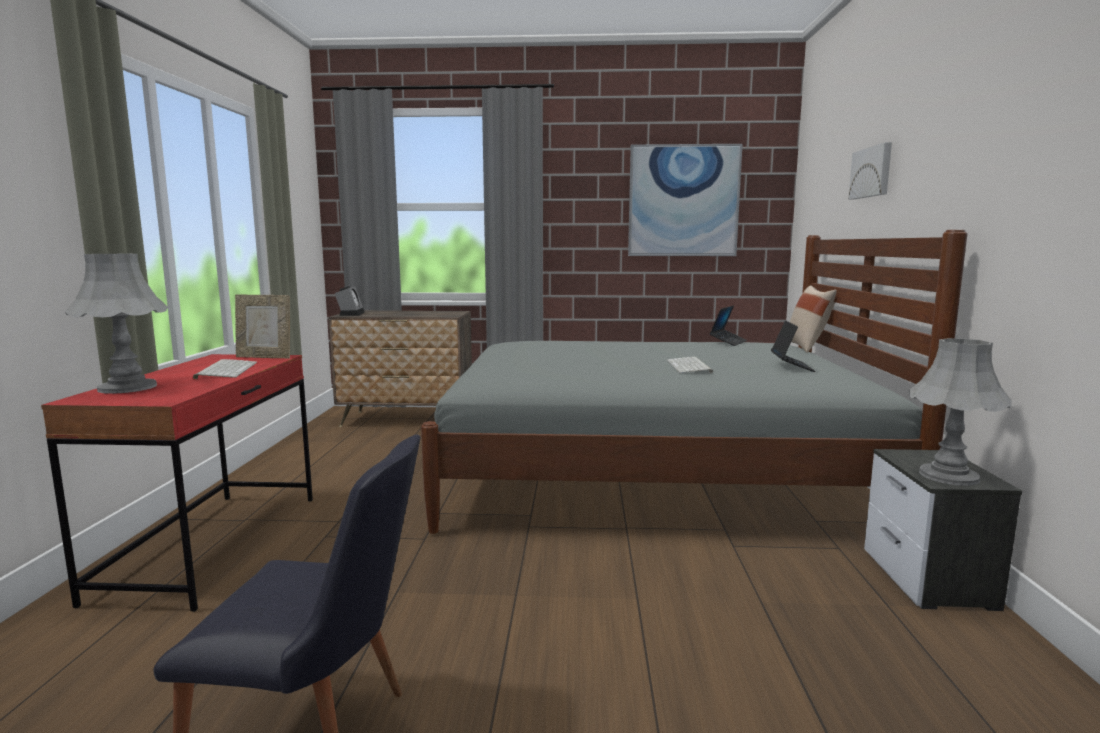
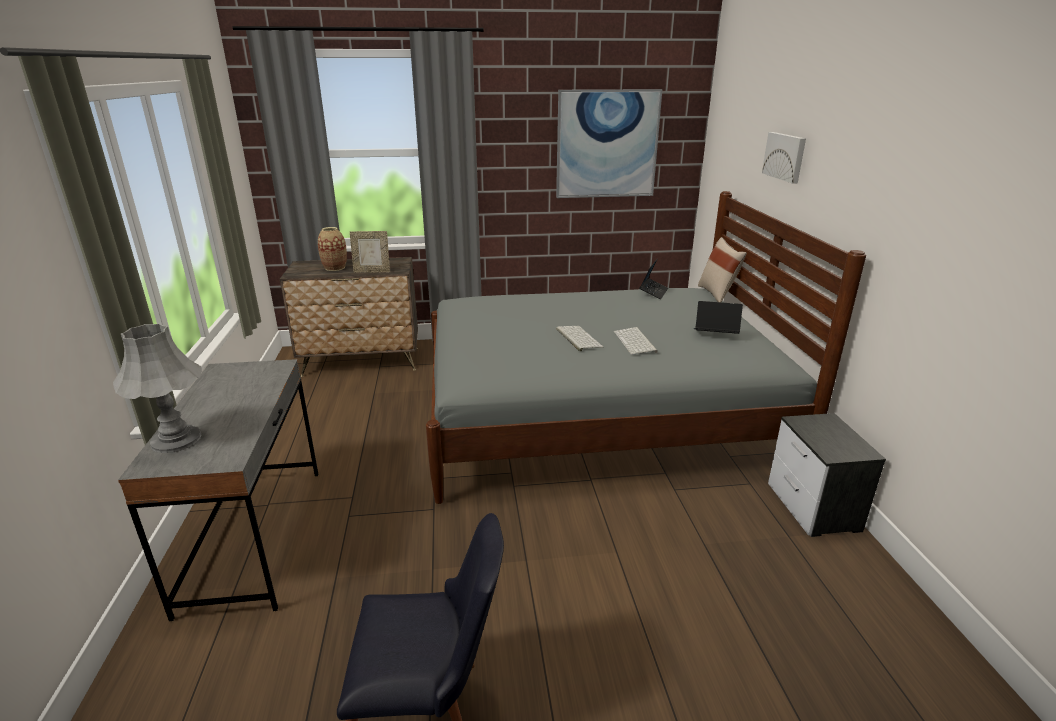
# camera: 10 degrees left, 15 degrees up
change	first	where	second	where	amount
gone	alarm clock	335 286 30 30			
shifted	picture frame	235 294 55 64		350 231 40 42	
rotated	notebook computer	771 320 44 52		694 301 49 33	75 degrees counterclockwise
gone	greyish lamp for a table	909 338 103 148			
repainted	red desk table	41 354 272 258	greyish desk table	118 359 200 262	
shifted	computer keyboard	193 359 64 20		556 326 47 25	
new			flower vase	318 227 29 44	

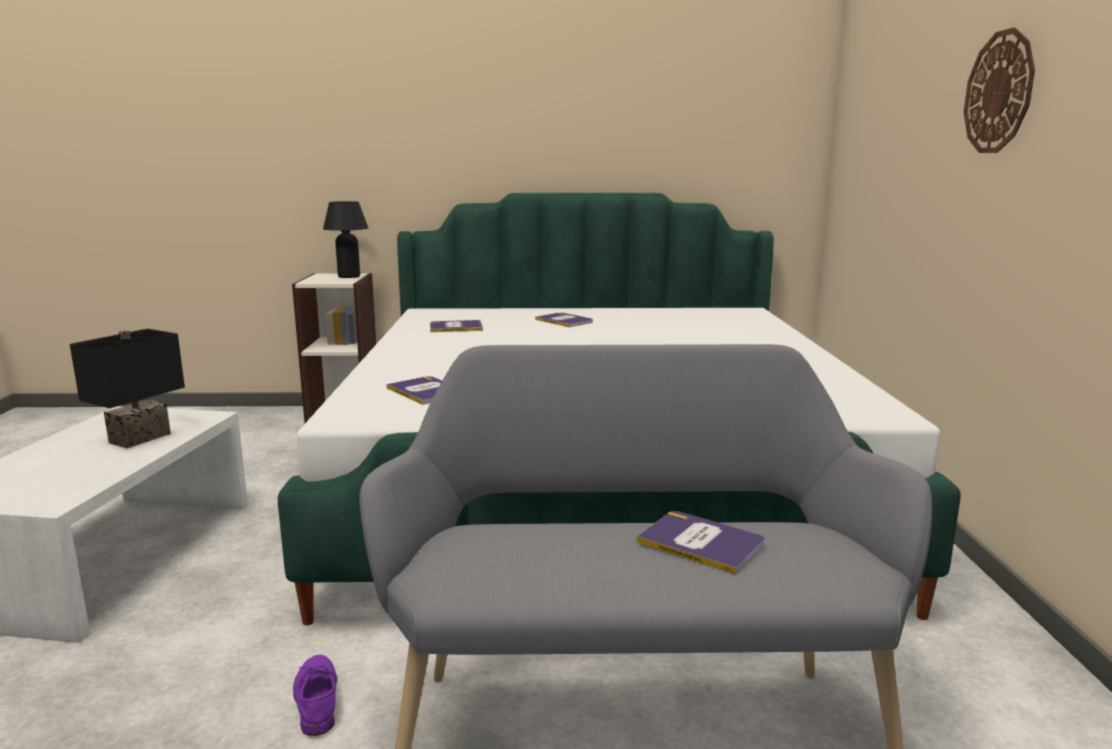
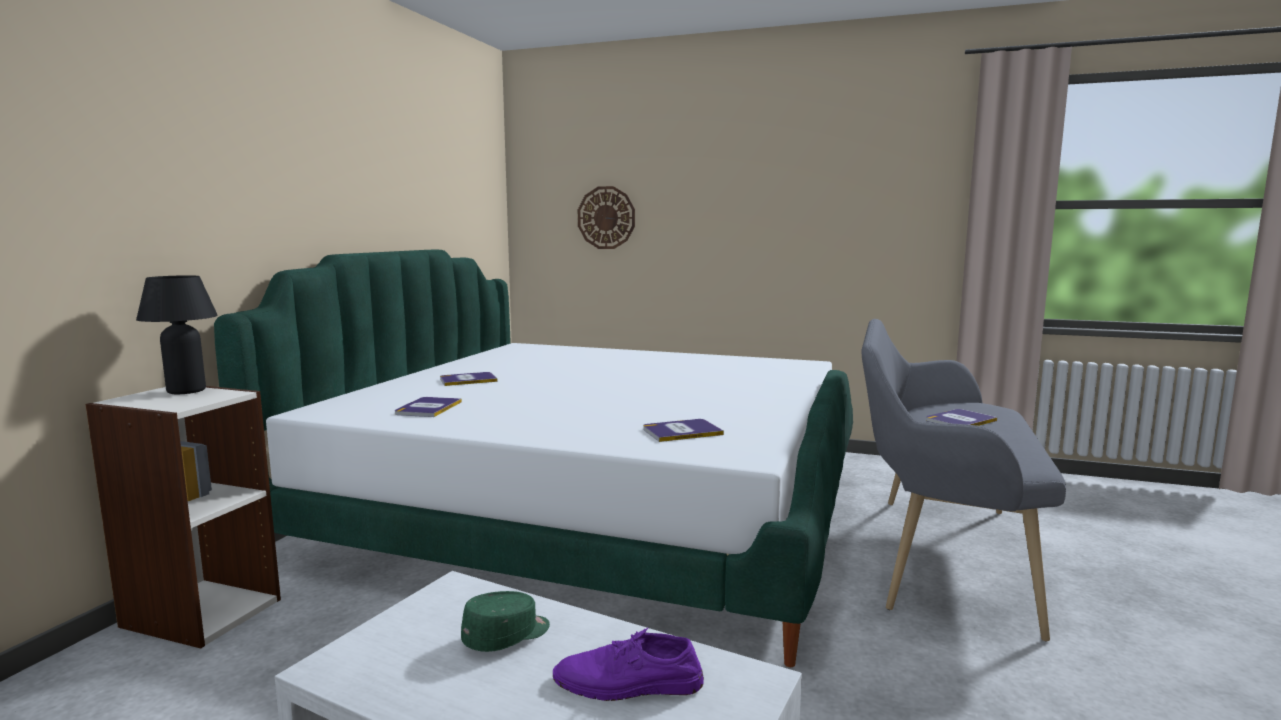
# camera: 70 degrees left, 5 degrees down
change	first	where	second	where	amount
shifted	wall clock	964 27 71 126		578 186 57 63	
swapped	blackish lamp for a table	70 329 115 119	greenish peaked cap	461 591 89 61	
shifted	purple item of footwear	293 655 44 81		553 628 151 73	

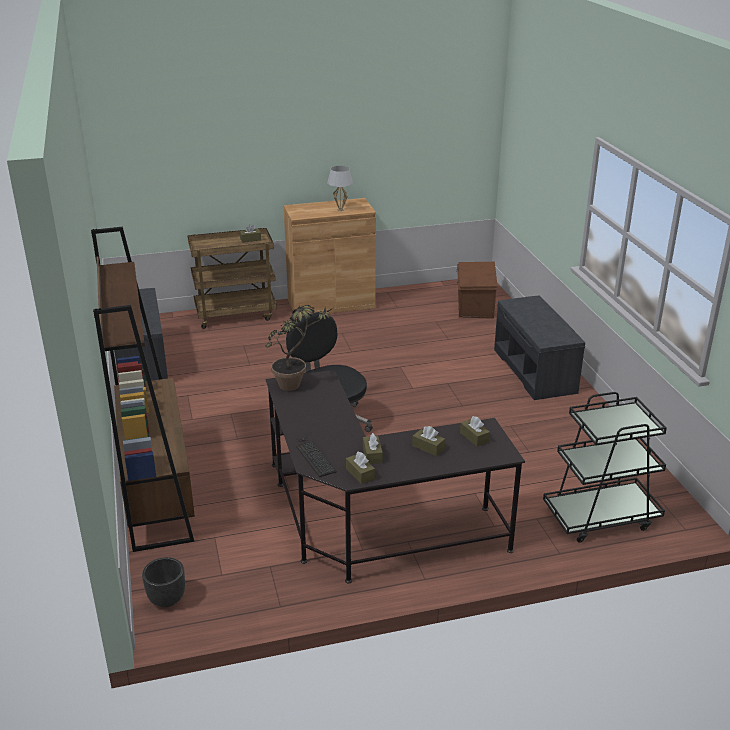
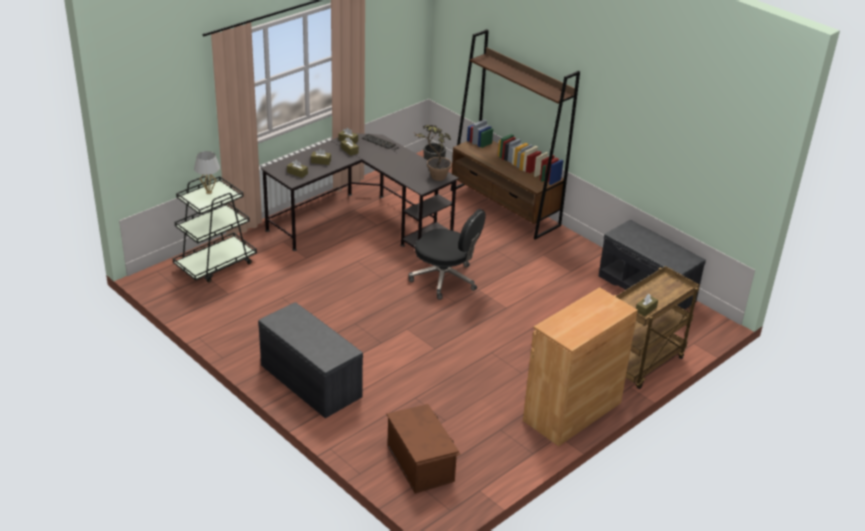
# camera: 150 degrees right, 5 degrees up
change	first	where	second	where	amount
shifted	whitish lamp for a table	327 166 26 45		194 151 26 43	

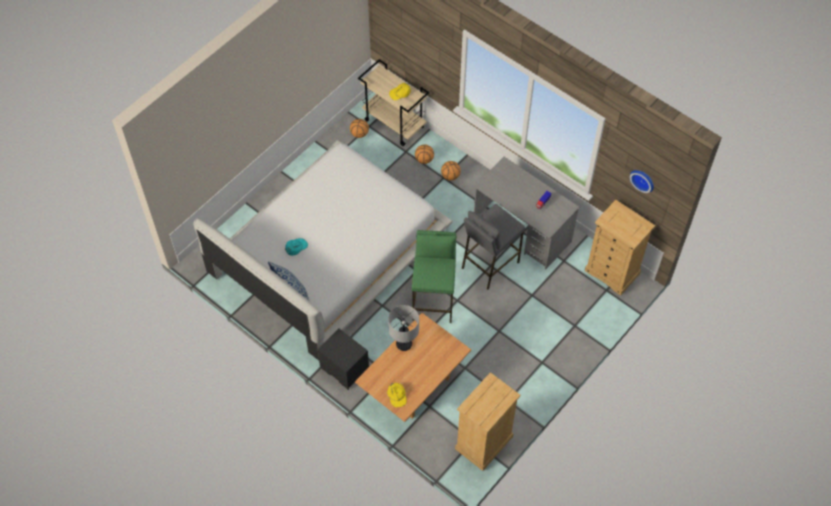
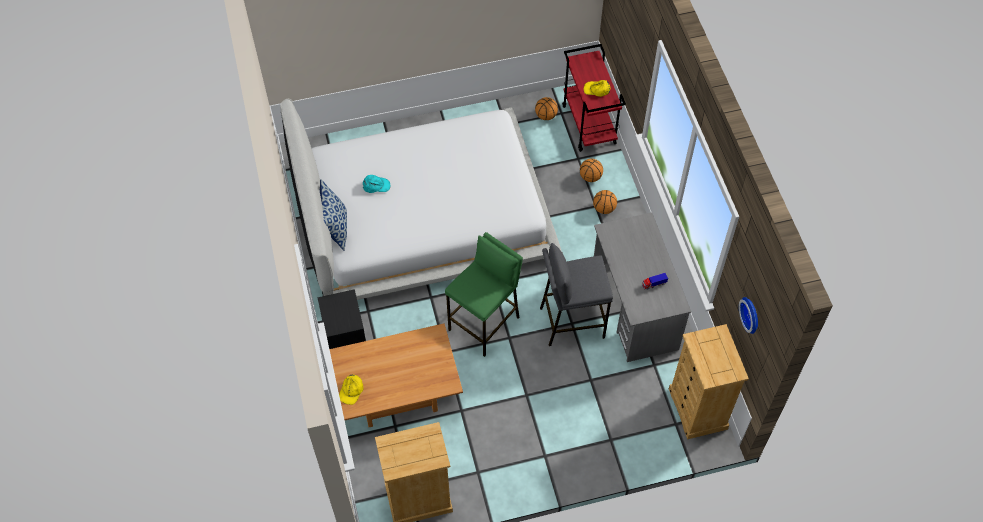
# camera: 35 degrees right, 0 degrees up
change	first	where	second	where	amount
repainted	beige-coloured wheeled cart	358 59 71 87	red wheeled cart	562 44 64 108	
gone	lamp for a table	388 305 31 46			

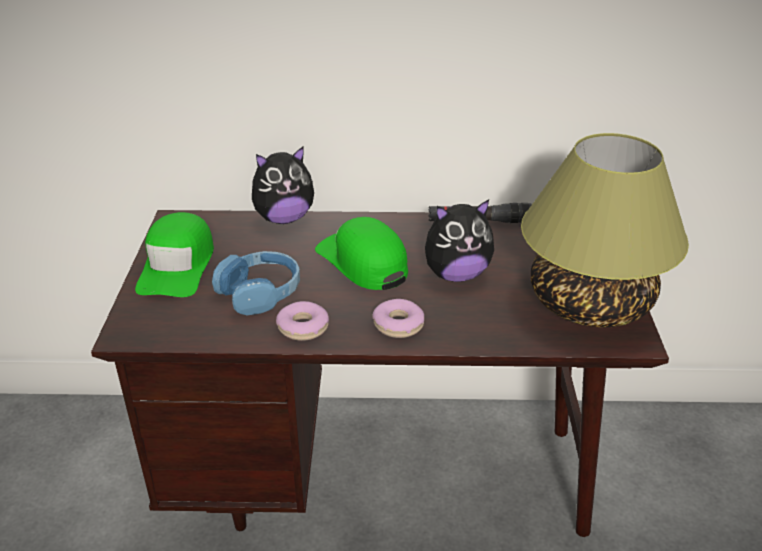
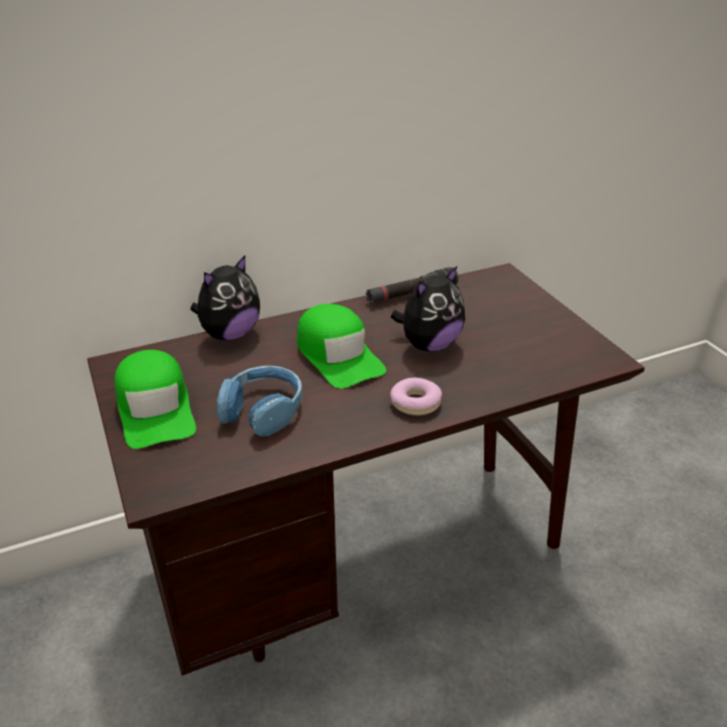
# camera: 25 degrees left, 0 degrees up
change	first	where	second	where	amount
gone	lamp for a table	521 133 168 195			
rotated	greenish peaked cap	315 217 93 73		297 304 89 85	150 degrees counterclockwise
gone	doughnut	276 301 53 40			

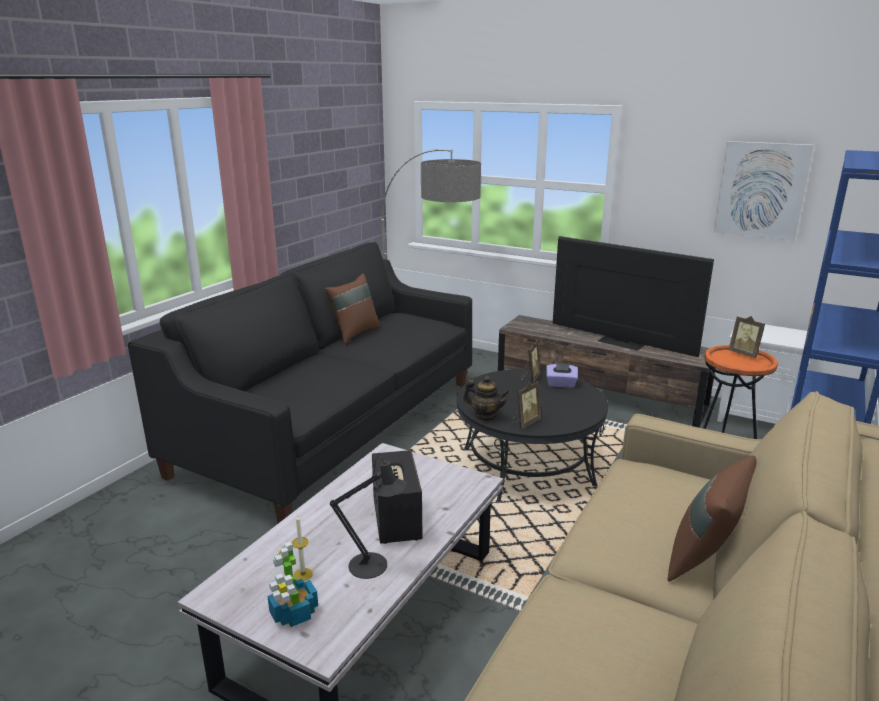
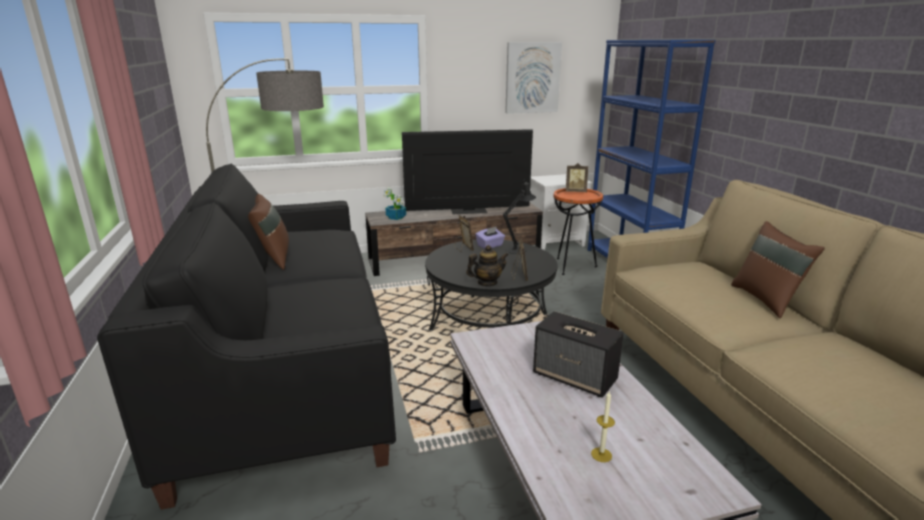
# camera: 45 degrees left, 0 degrees up
change	first	where	second	where	amount
shifted	blackish lamp for a table	330 456 76 123		503 180 33 74	
shifted	houseplant	268 542 50 85		383 188 23 32	

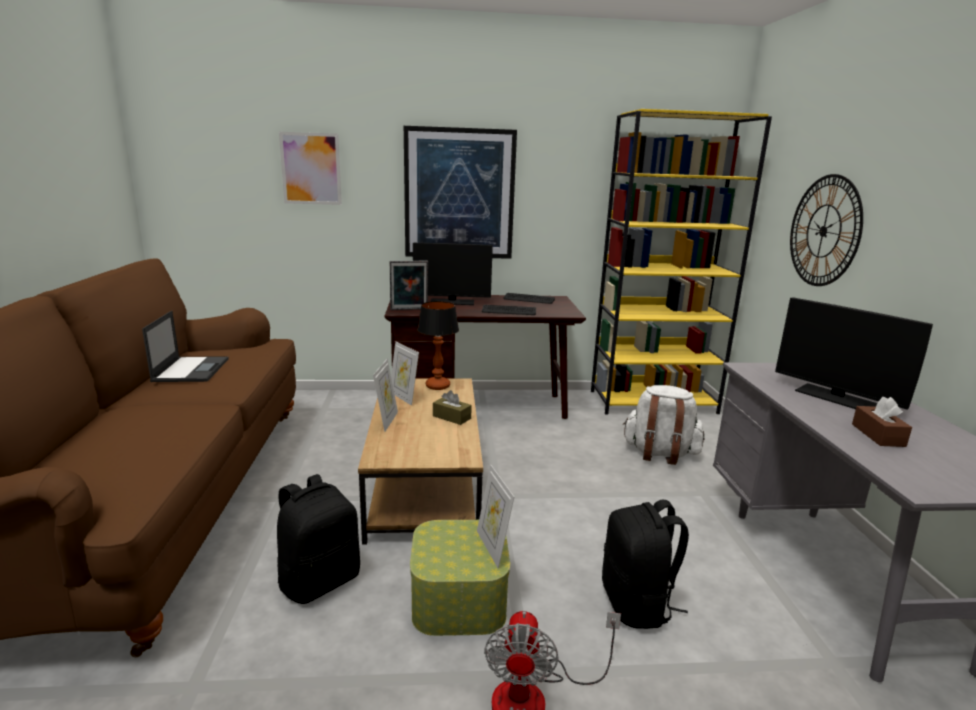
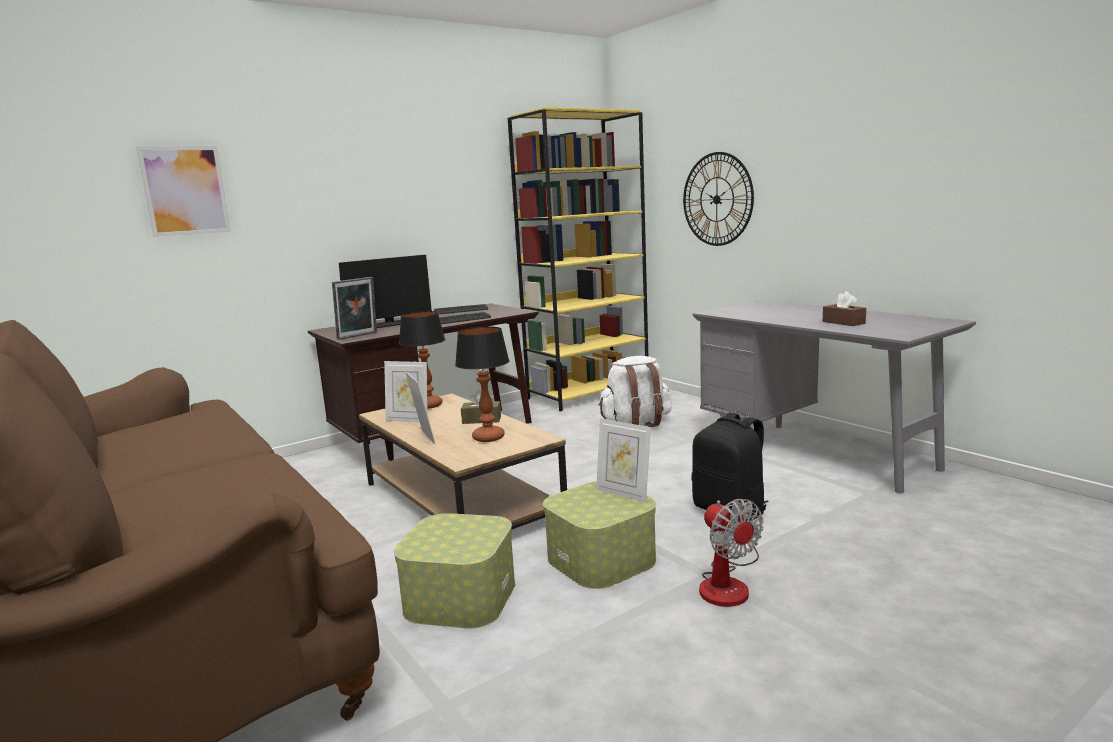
# camera: 30 degrees left, 5 degrees down
change	first	where	second	where	amount
gone	wall art	404 126 113 133			
gone	computer display	775 297 158 113			
gone	notebook computer	142 311 87 71			
swapped	blackish knapsack	277 474 83 130	storage bin	394 513 121 116	
new			lamp for a table	455 326 54 116	

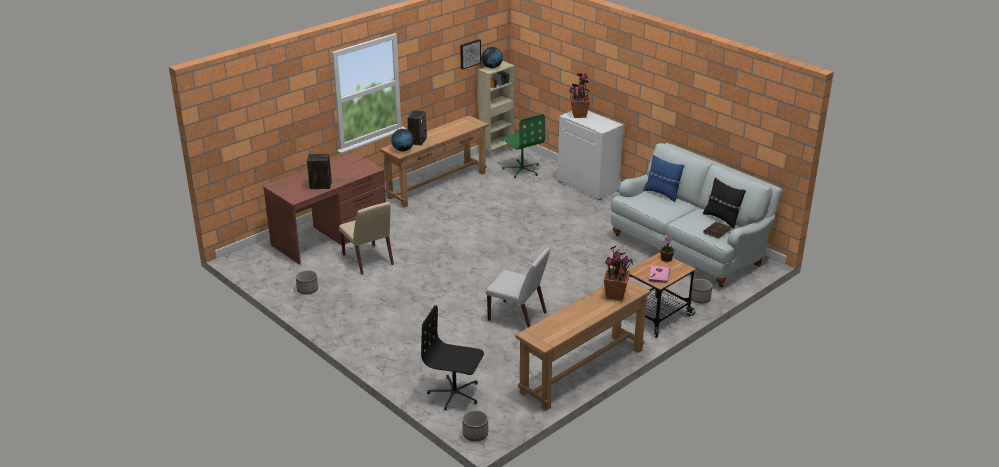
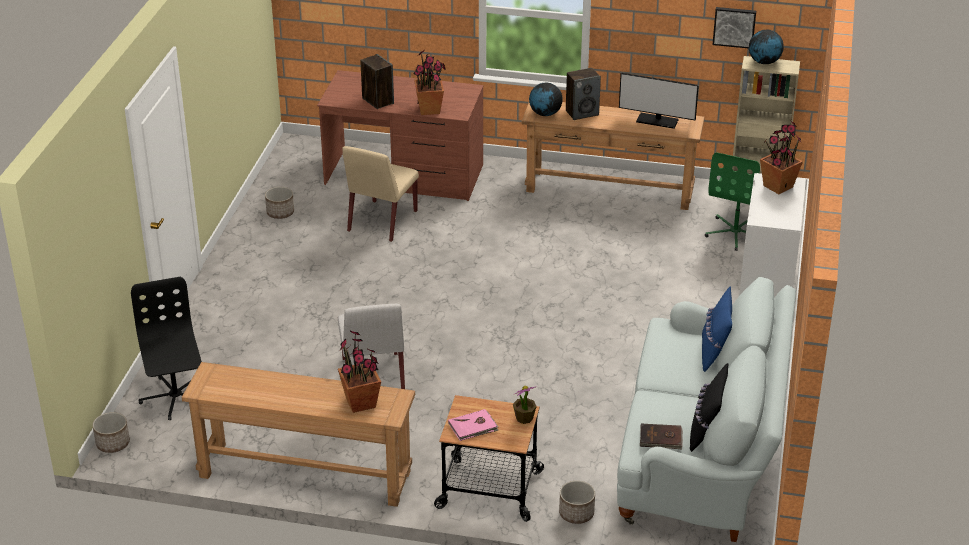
# camera: 55 degrees right, 5 degrees up
change	first	where	second	where	amount
new			houseplant	413 51 33 64	
new			computer display	619 73 80 56	

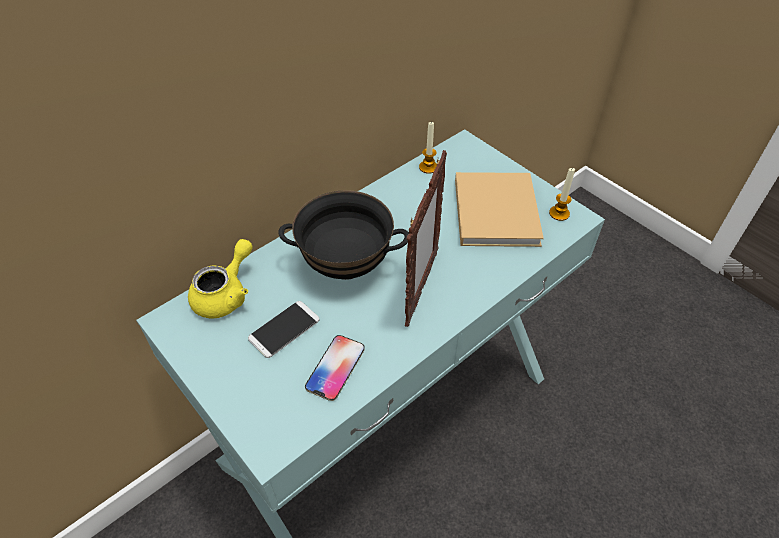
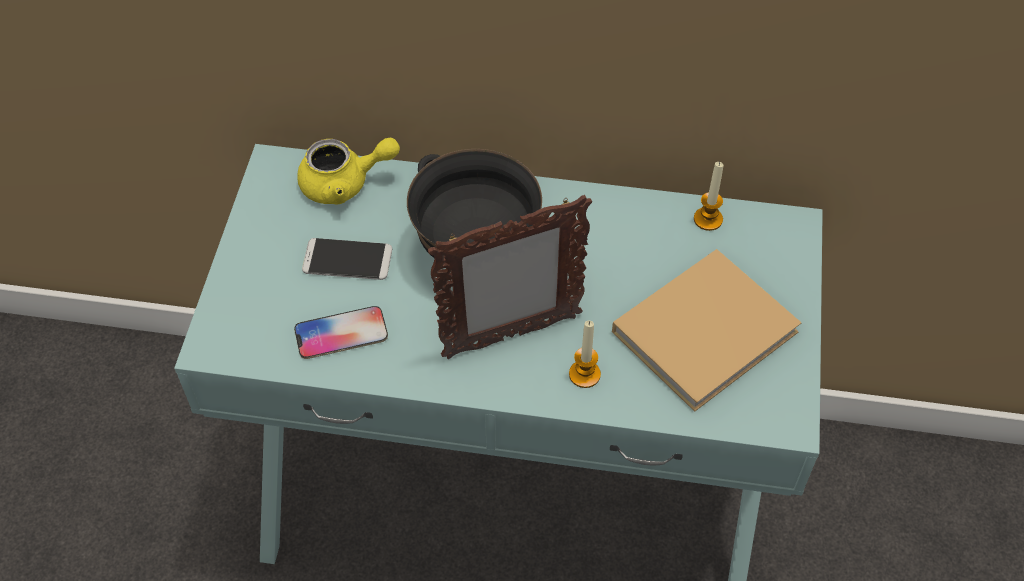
# camera: 50 degrees right, 5 degrees up
change	first	where	second	where	amount
shifted	wax light	549 167 26 54		569 321 32 67	

